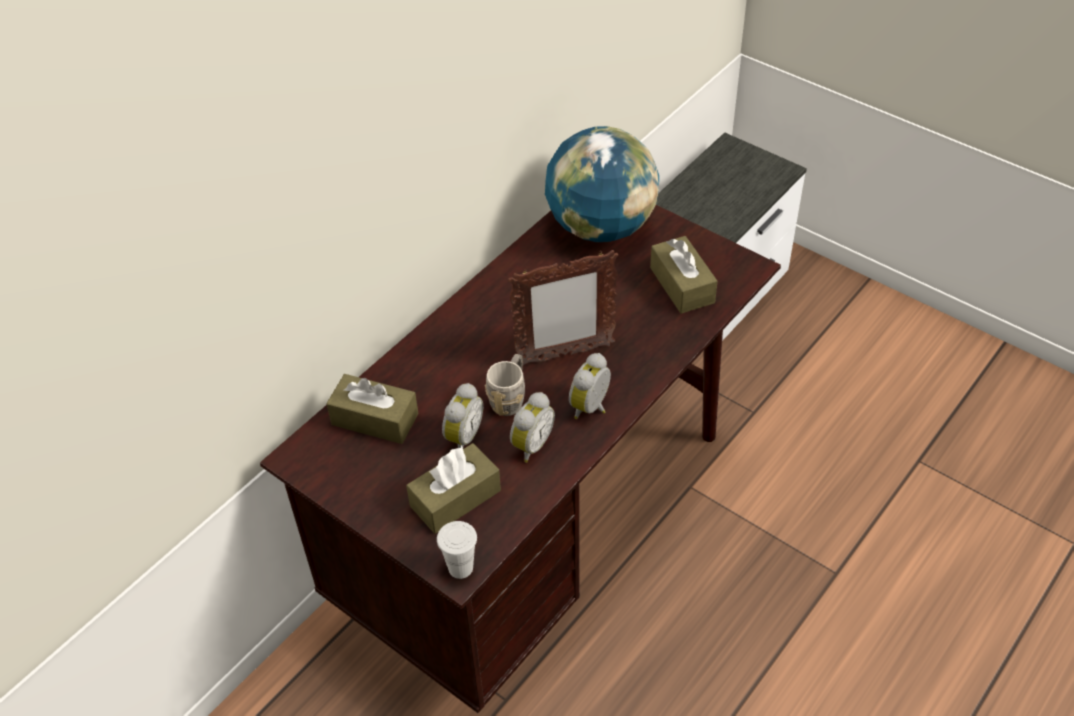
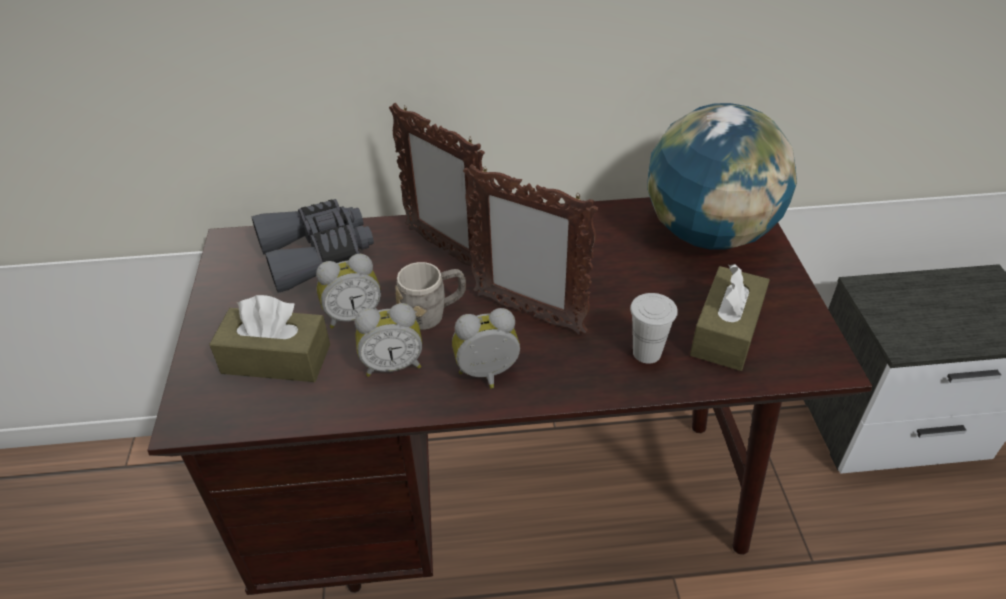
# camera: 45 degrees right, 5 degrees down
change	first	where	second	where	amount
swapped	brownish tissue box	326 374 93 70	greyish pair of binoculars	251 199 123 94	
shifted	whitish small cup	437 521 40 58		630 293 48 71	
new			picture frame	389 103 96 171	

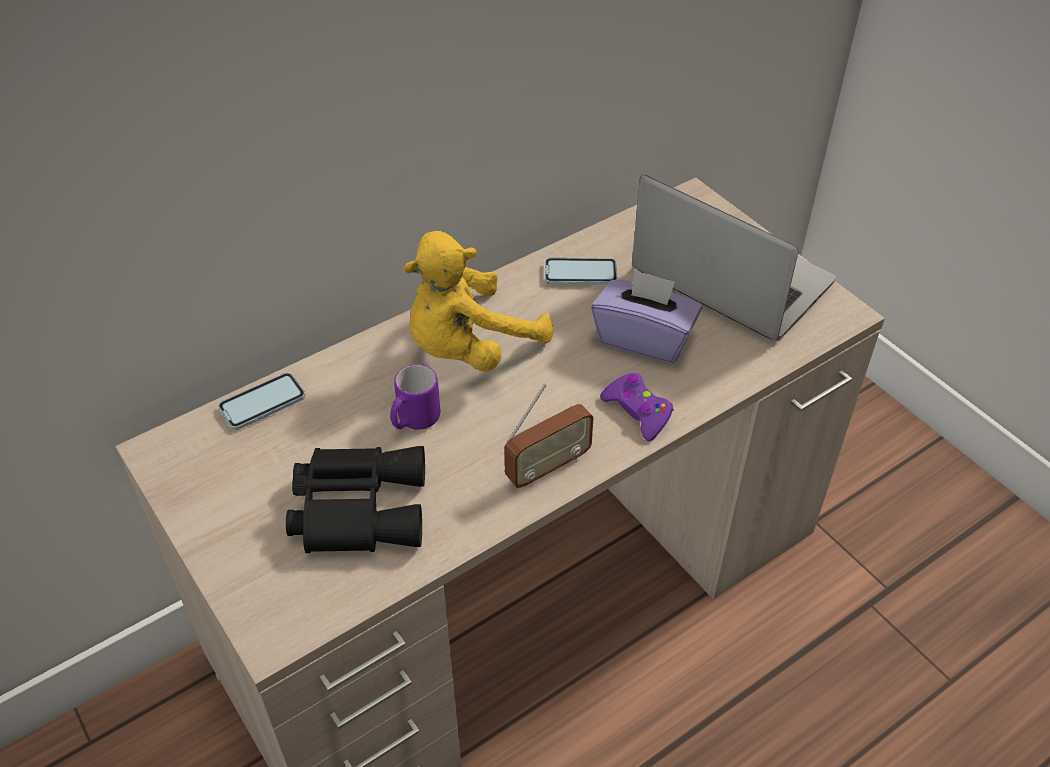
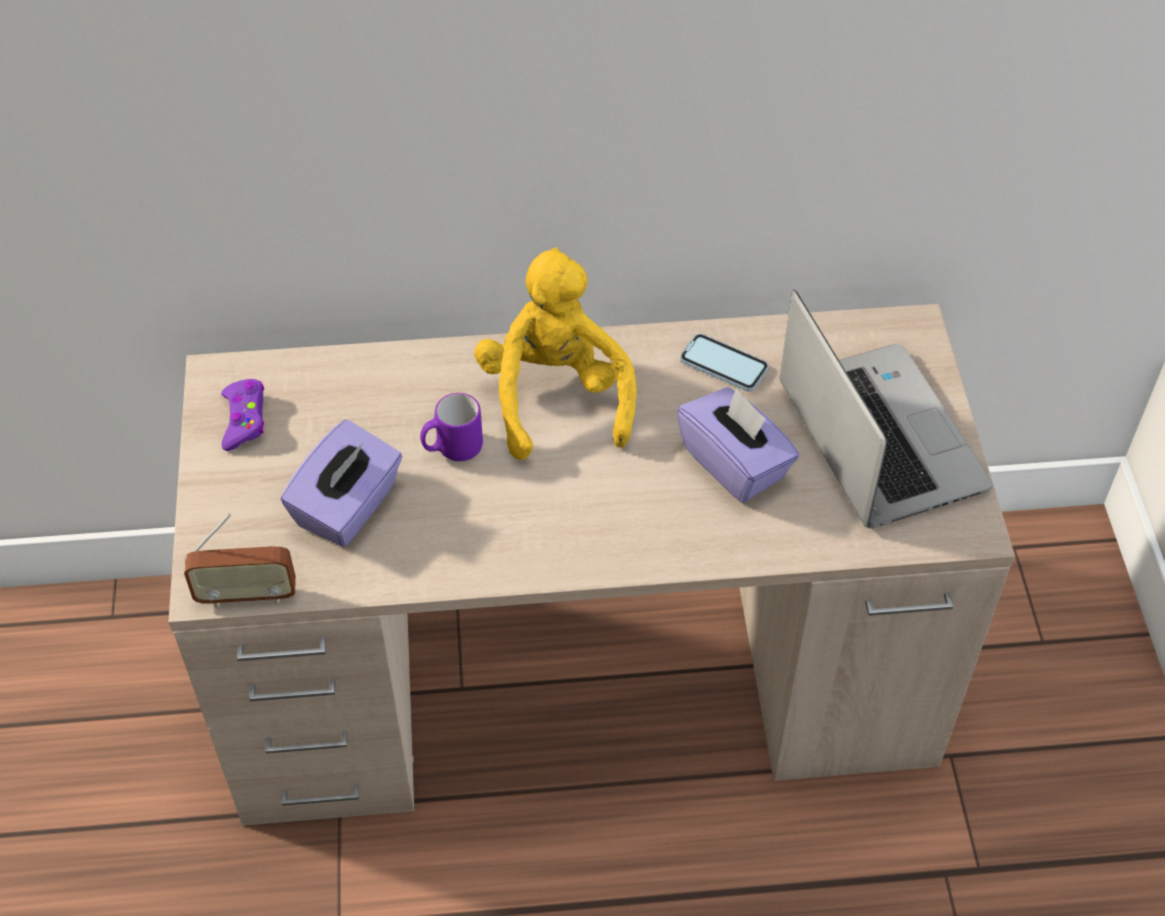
# camera: 30 degrees right, 5 degrees up
change	first	where	second	where	amount
rotated	yellowish plush toy	403 231 150 141		474 247 163 213	90 degrees clockwise
gone	phone	218 373 88 57			
shifted	purple gamepad	600 373 73 68		221 379 43 72	
shifted	radio receiver	504 383 90 105		184 513 112 95	
swapped	blackish pair of binoculars	286 446 139 107	purple tissue box	280 419 123 128	

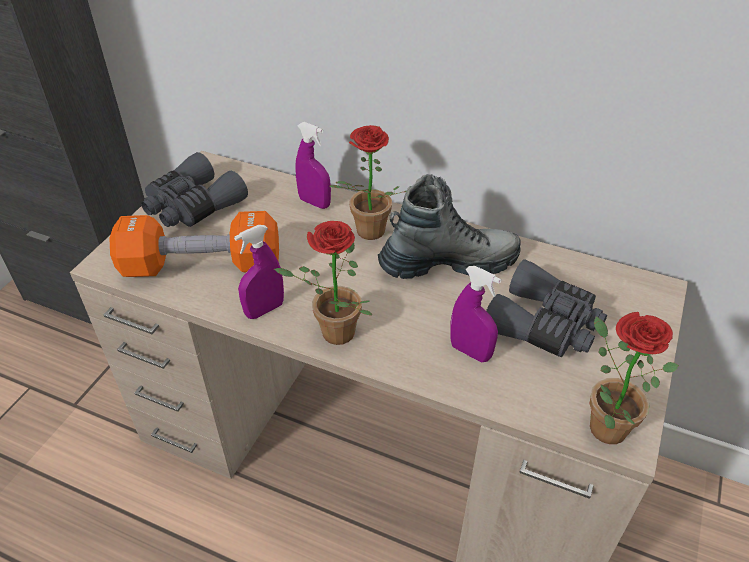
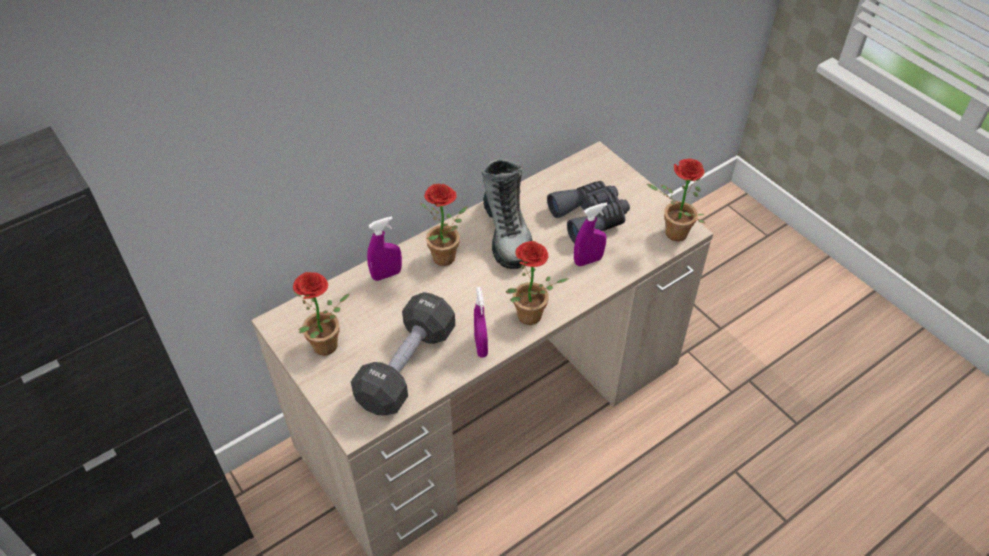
# camera: 60 degrees left, 5 degrees up
change	first	where	second	where	amount
swapped	greyish pair of binoculars	141 152 107 75	houseplant	293 272 57 84	
rotated	tall boot	378 174 143 105		482 159 50 110	150 degrees clockwise
repainted	orange hand weight	109 211 170 66	blackish hand weight	351 292 104 123	

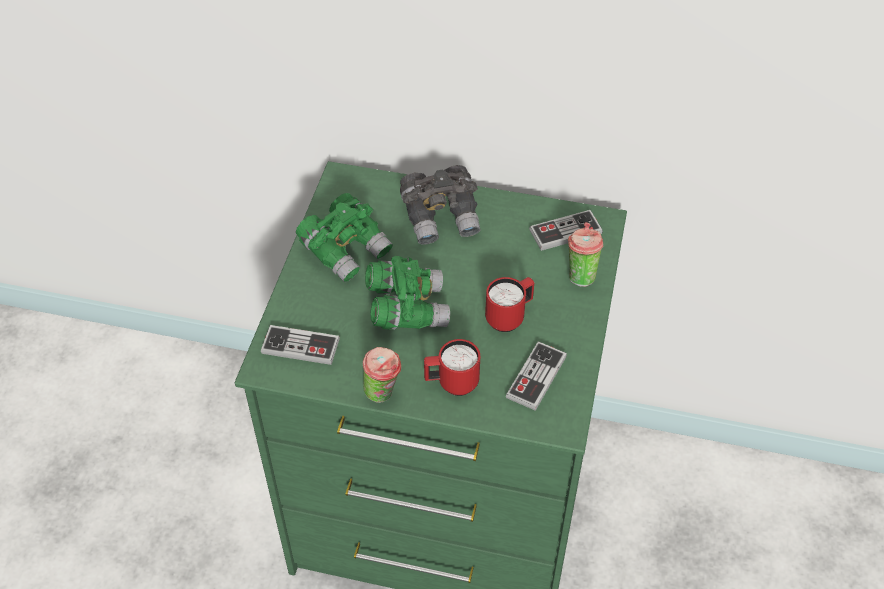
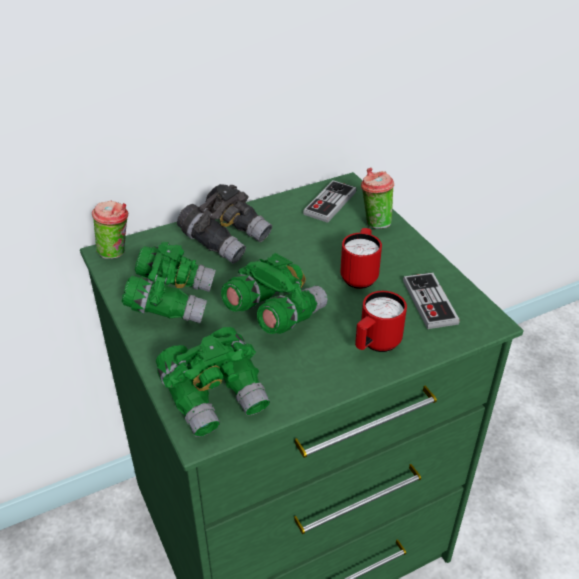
# camera: 40 degrees left, 10 degrees down
change	first	where	second	where	amount
swapped	gamepad	261 325 79 40	greenish pair of binoculars	156 327 114 110	
shifted	small cup	363 347 38 56		92 200 36 59	

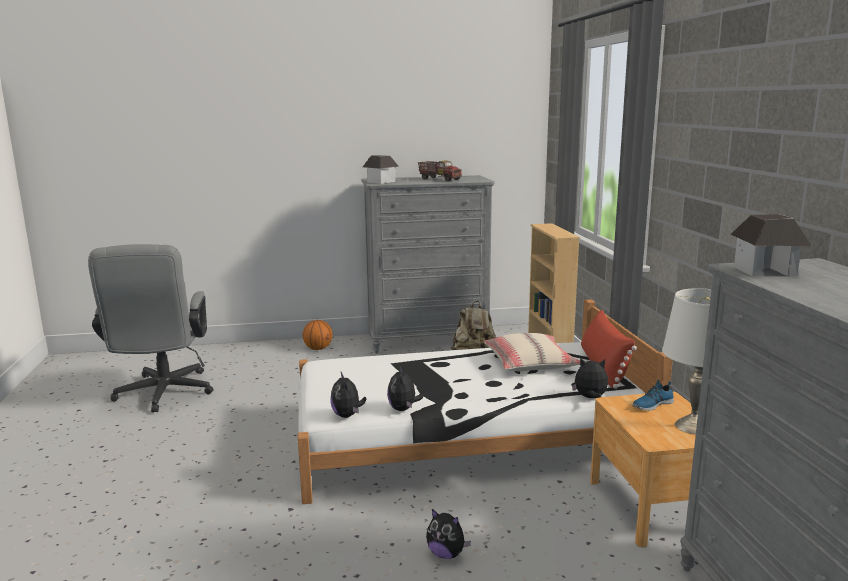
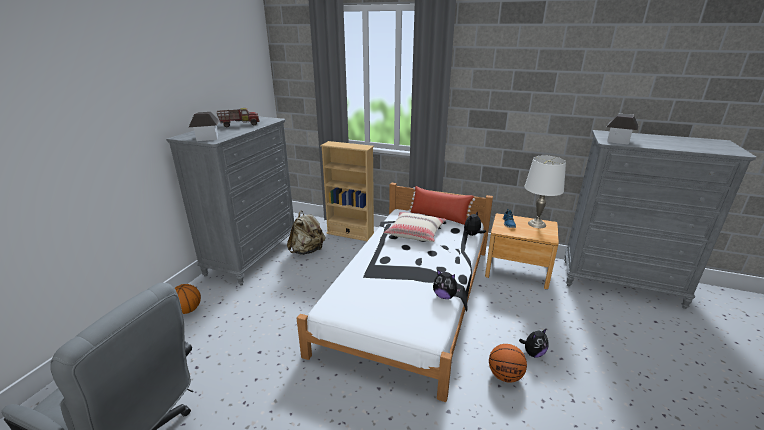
# camera: 60 degrees left, 10 degrees up
change	first	where	second	where	amount
gone	plush toy	330 372 37 46			
new			basketball ball	489 344 38 39	

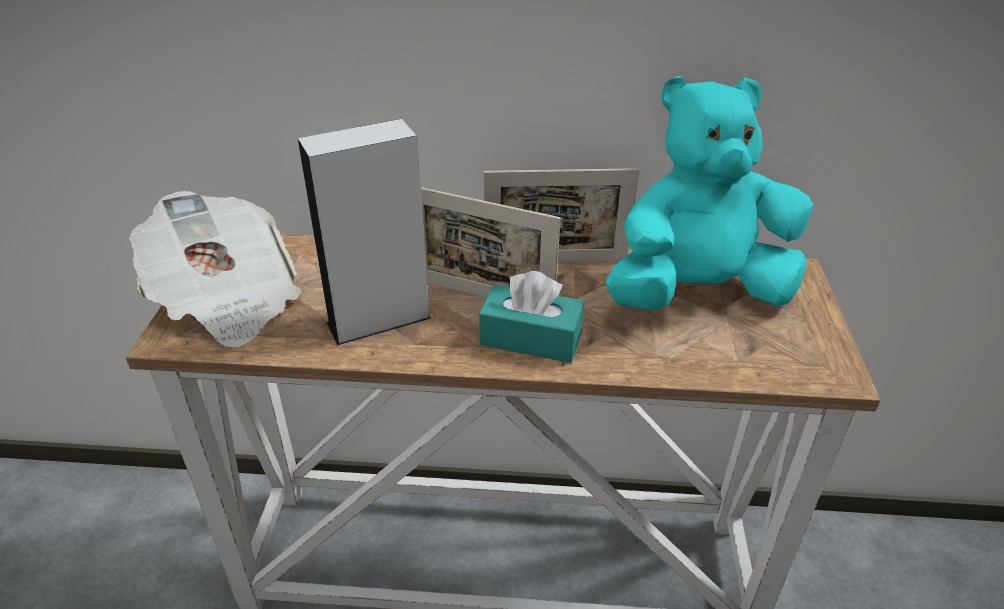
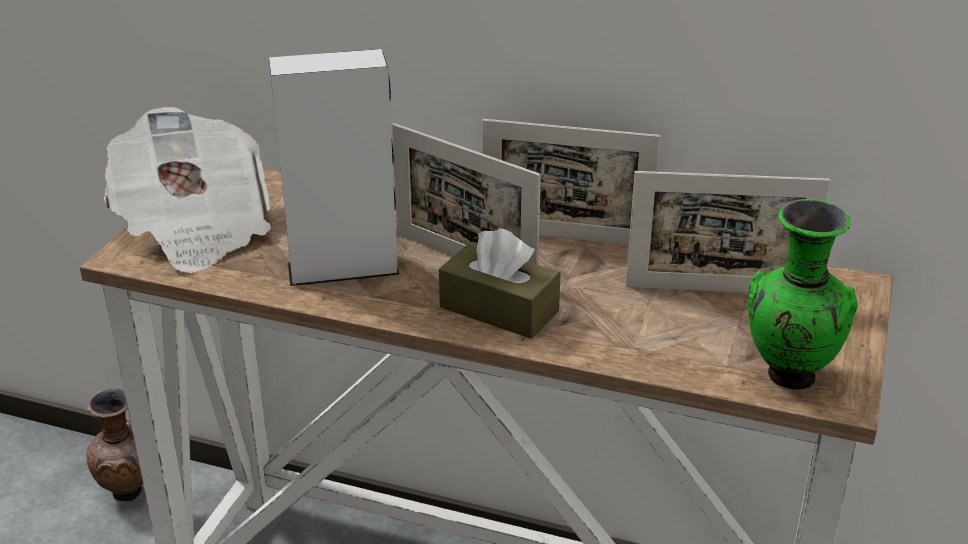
# camera: 15 degrees right, 5 degrees down
change	first	where	second	where	amount
swapped	turquoise plush toy	606 76 207 235	picture frame	626 171 204 122	
repainted	turquoise tissue box	479 271 105 92	brownish tissue box	439 228 122 111	
new			greenish flower vase	747 199 111 191	
new			brownish flower vase	86 389 57 112	

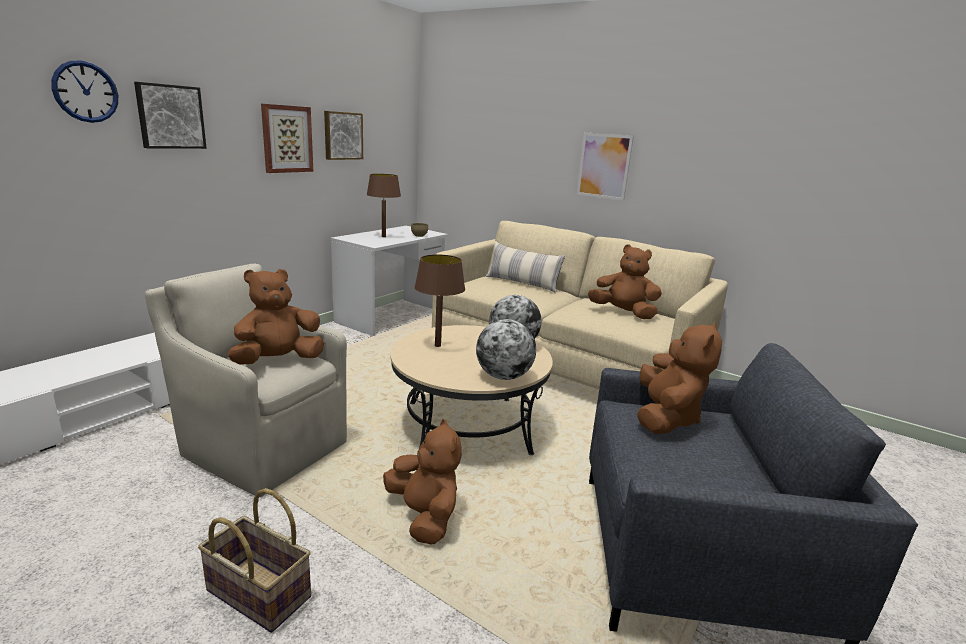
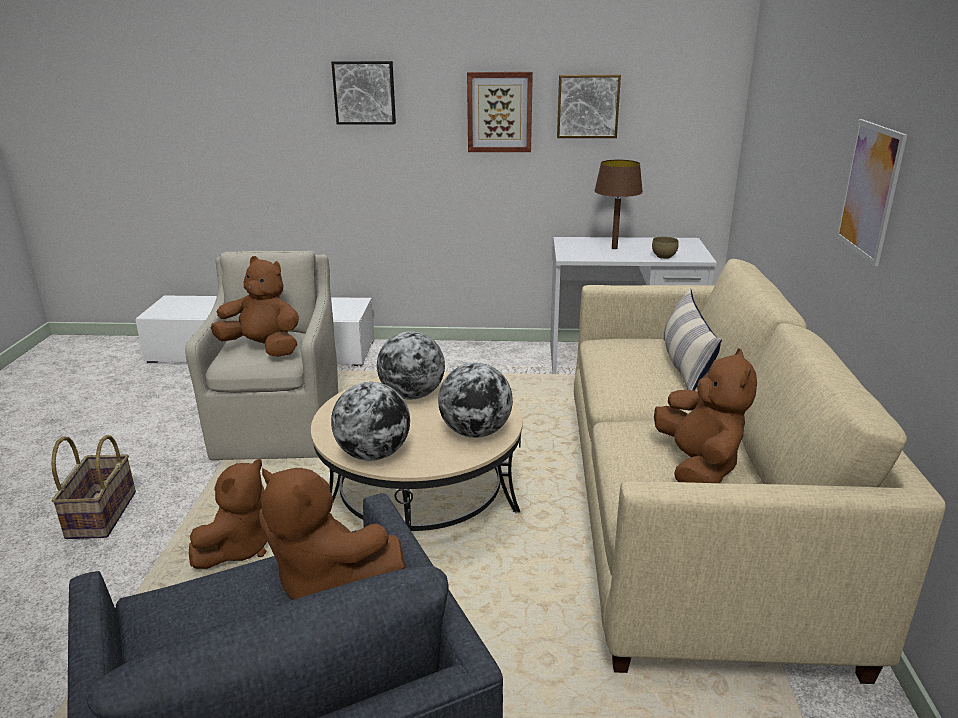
# camera: 60 degrees right, 5 degrees up
change	first	where	second	where	amount
gone	wall clock	51 60 67 63			
swapped	brownish lamp for a table	415 255 50 92	globe	377 331 68 69	
rotated	brownish plush toy	637 322 85 112		259 468 146 132	45 degrees clockwise

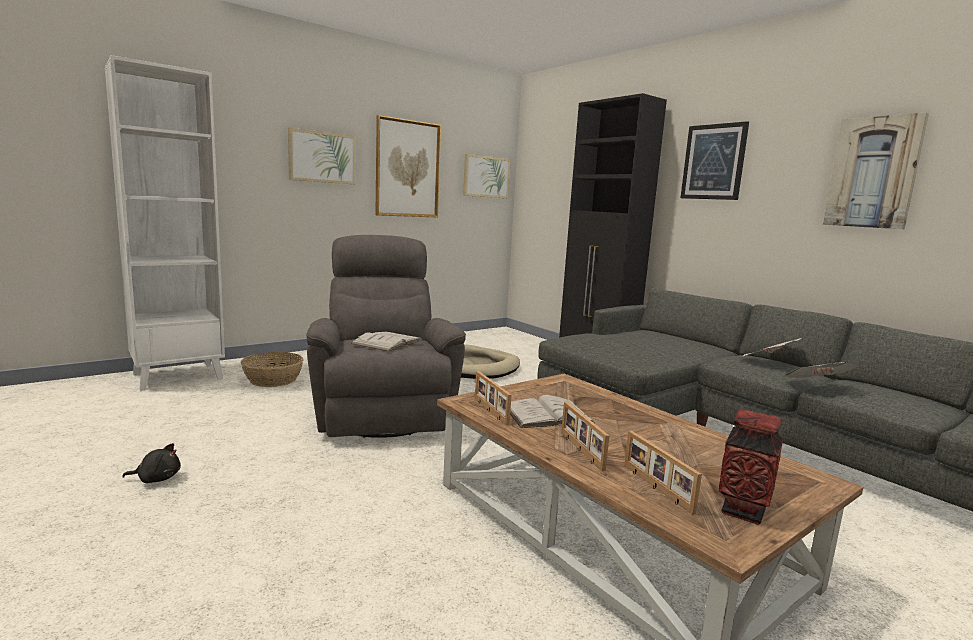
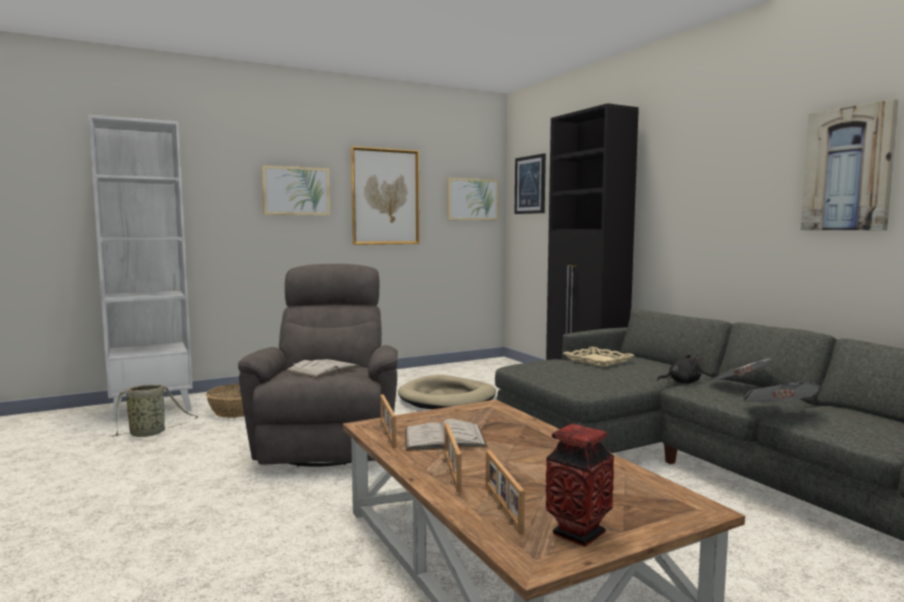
# camera: 10 degrees right, 5 degrees down
change	first	where	second	where	amount
shifted	wall art	680 121 69 79		515 153 31 61	
shifted	blackish plush toy	122 443 59 40		657 354 44 30	
new			beige-coloured tray	563 347 71 20	
new			storage basket	110 384 88 53	

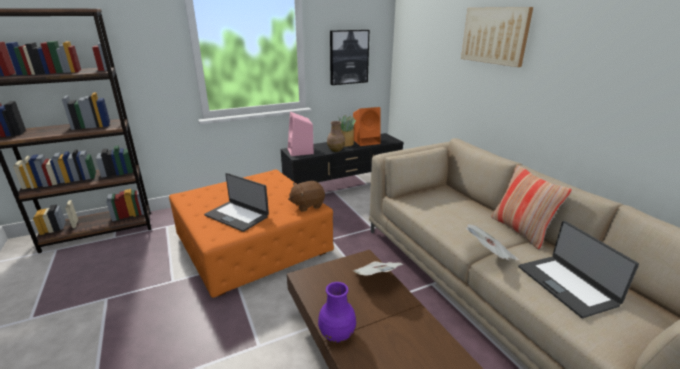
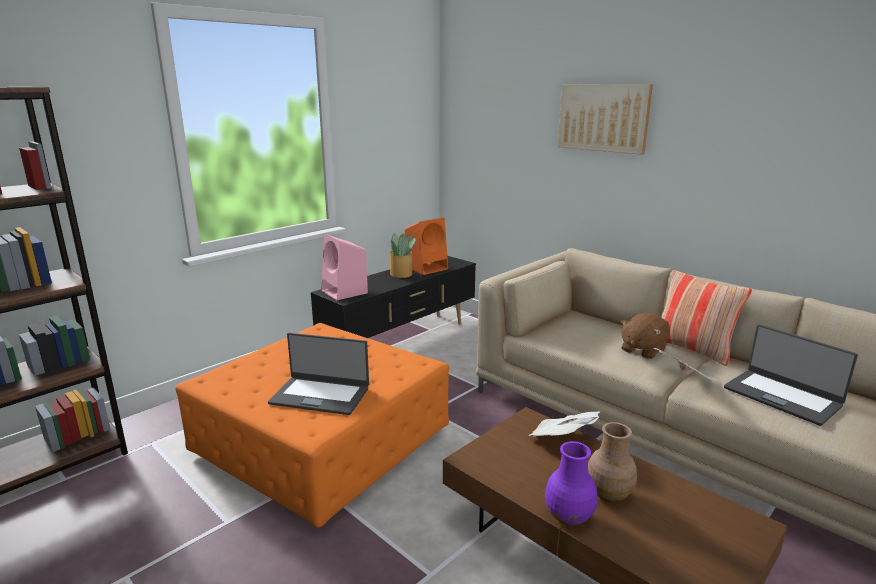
# camera: 20 degrees left, 5 degrees down
change	first	where	second	where	amount
gone	wall art	330 30 39 55			
shifted	brownish flower vase	327 121 18 31		588 422 49 81	
shifted	brownish plush toy	288 181 37 30		620 313 50 46	

